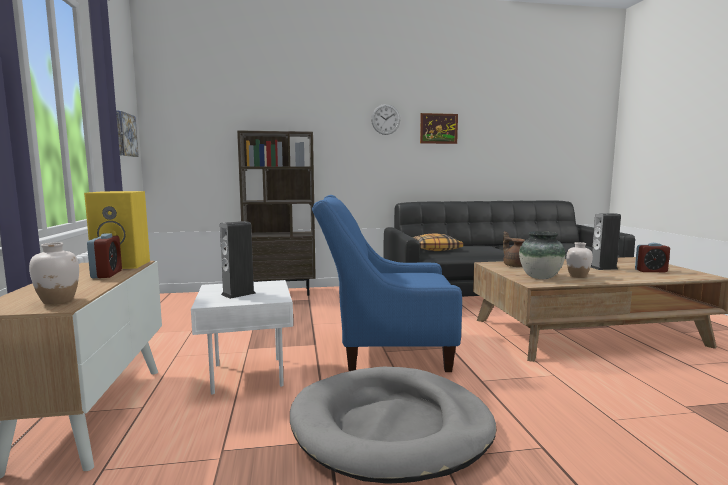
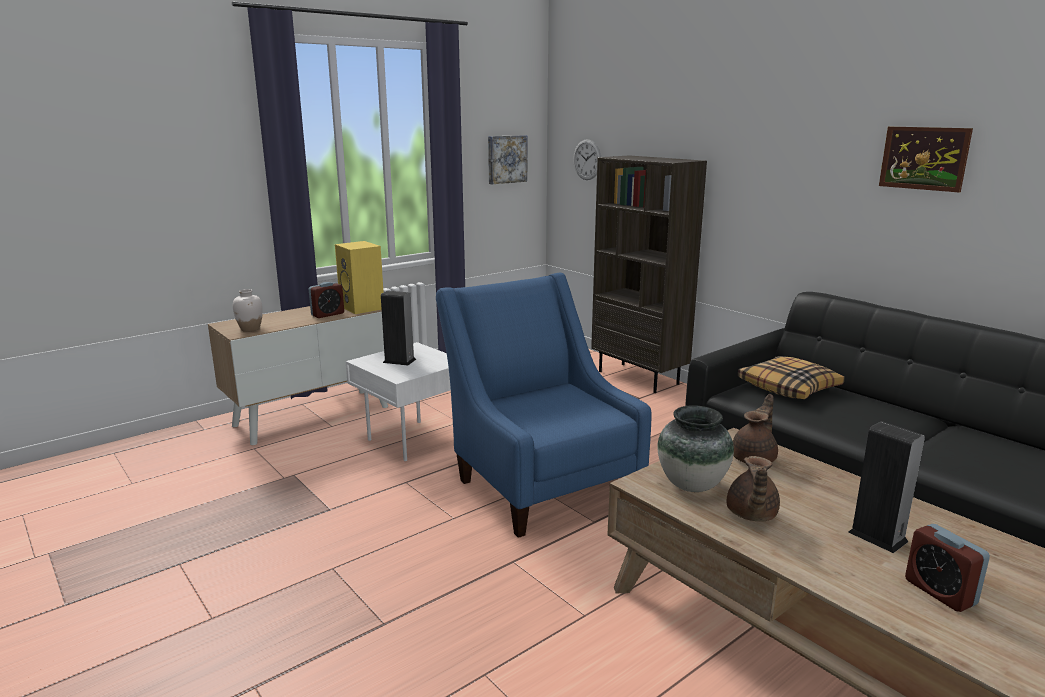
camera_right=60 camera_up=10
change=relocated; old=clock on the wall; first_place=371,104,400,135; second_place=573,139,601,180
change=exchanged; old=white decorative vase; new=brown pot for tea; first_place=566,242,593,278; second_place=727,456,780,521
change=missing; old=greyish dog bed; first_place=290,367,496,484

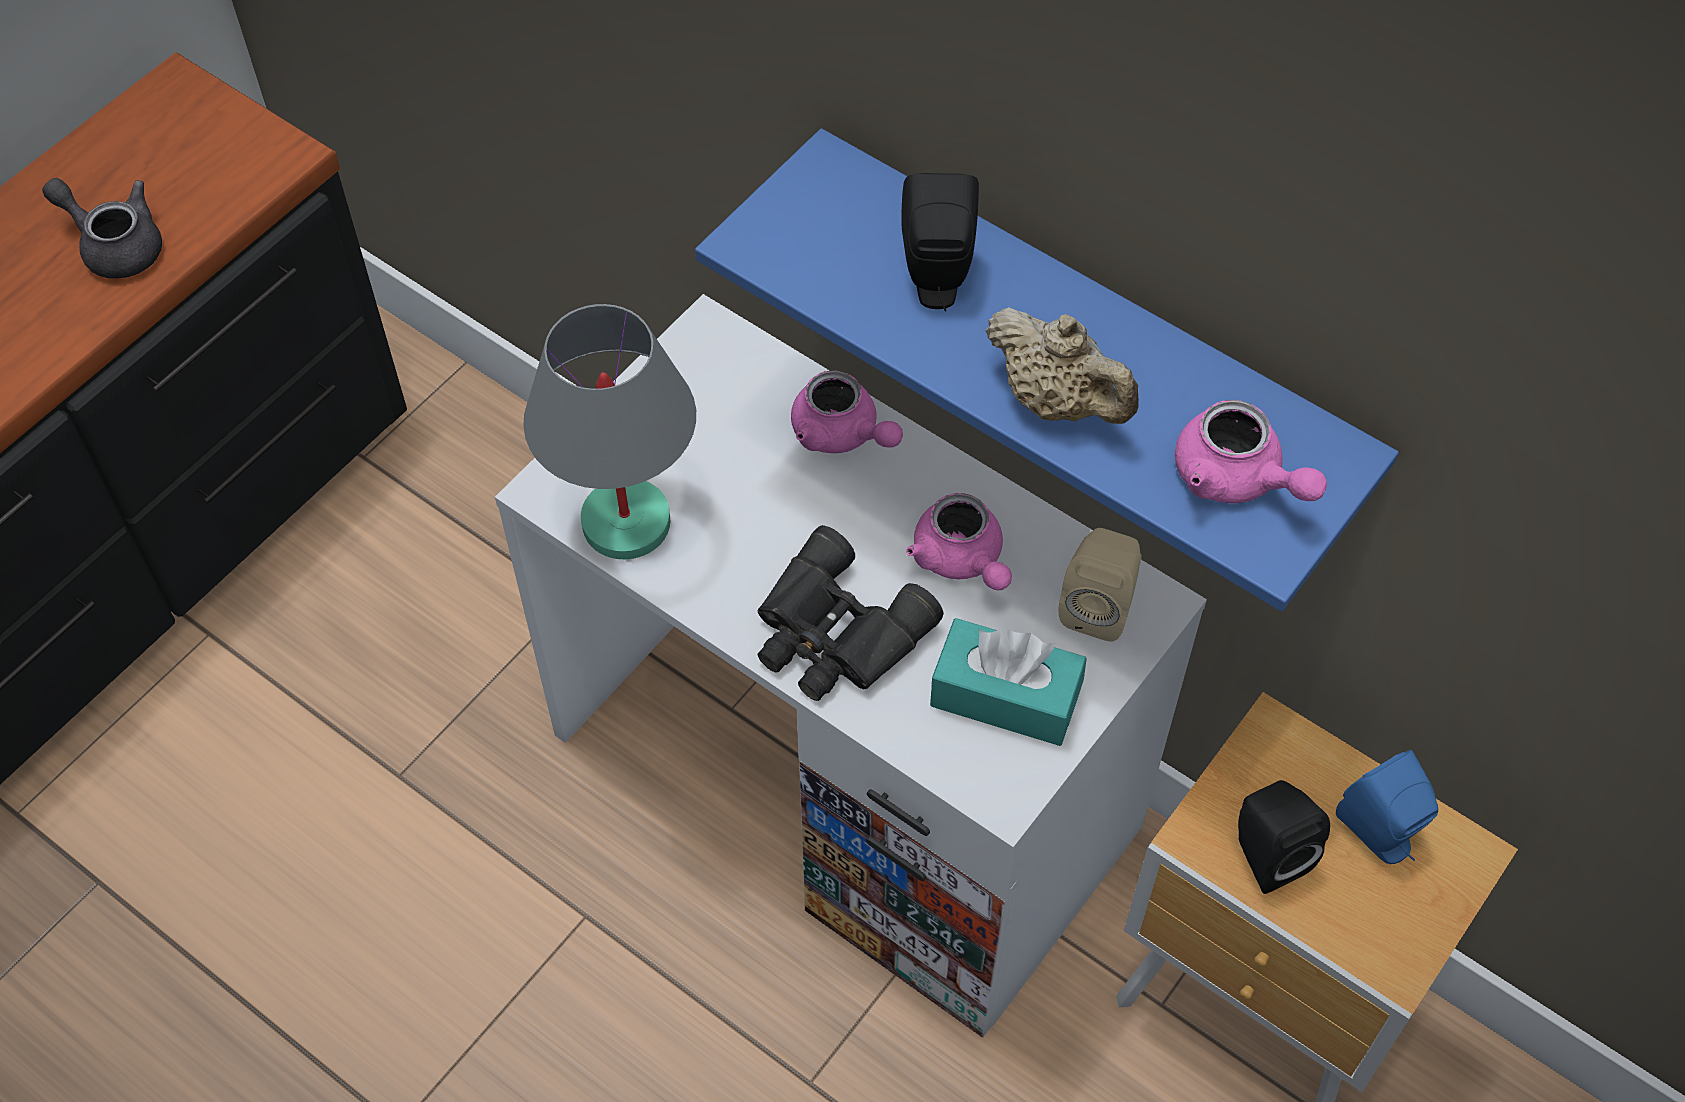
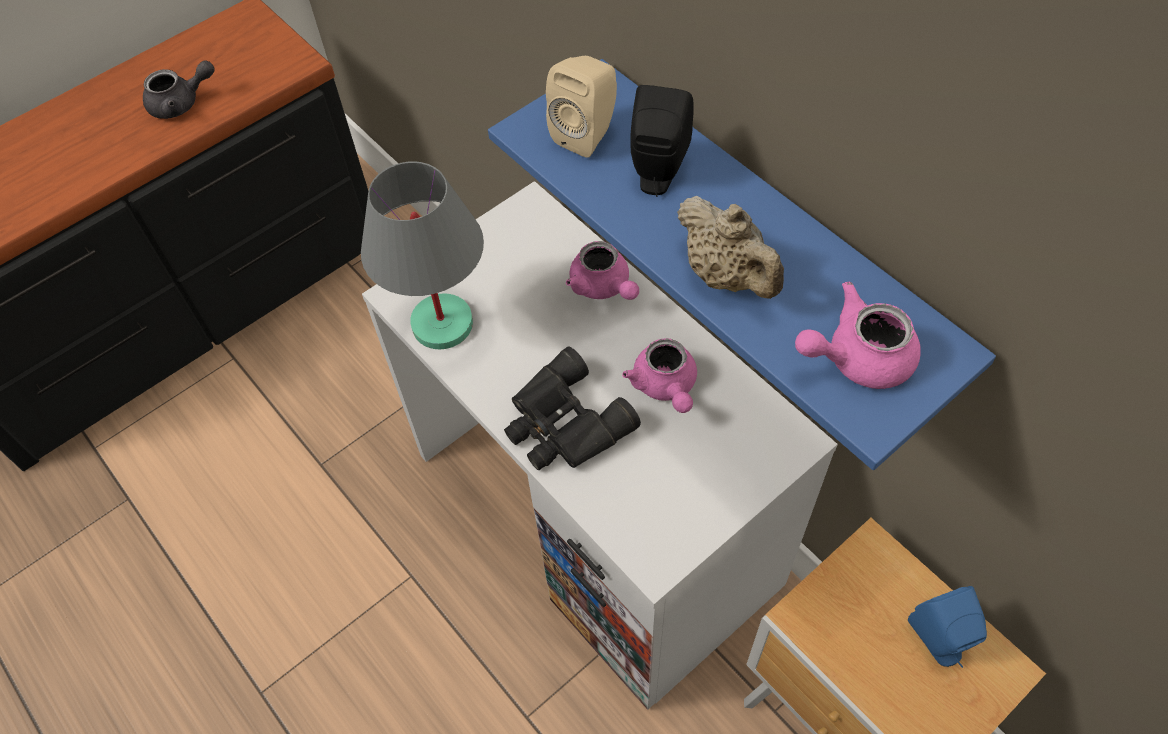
camera_right=15 camera_up=0
change=spun; old=greyish pot for tea; first_place=42,178,162,279; second_place=143,61,215,119; degrees=120
change=relocated; old=beige-coloured loudspeaker; first_place=1058,528,1142,642; second_place=546,56,617,158
change=spun; old=pink pot for tea; first_place=1175,400,1327,503; second_place=795,282,921,389; degrees=105
change=missing; old=turquoise tissue box; first_place=930,618,1087,746
change=missing; old=blackish loudspeaker; first_place=1238,780,1330,894

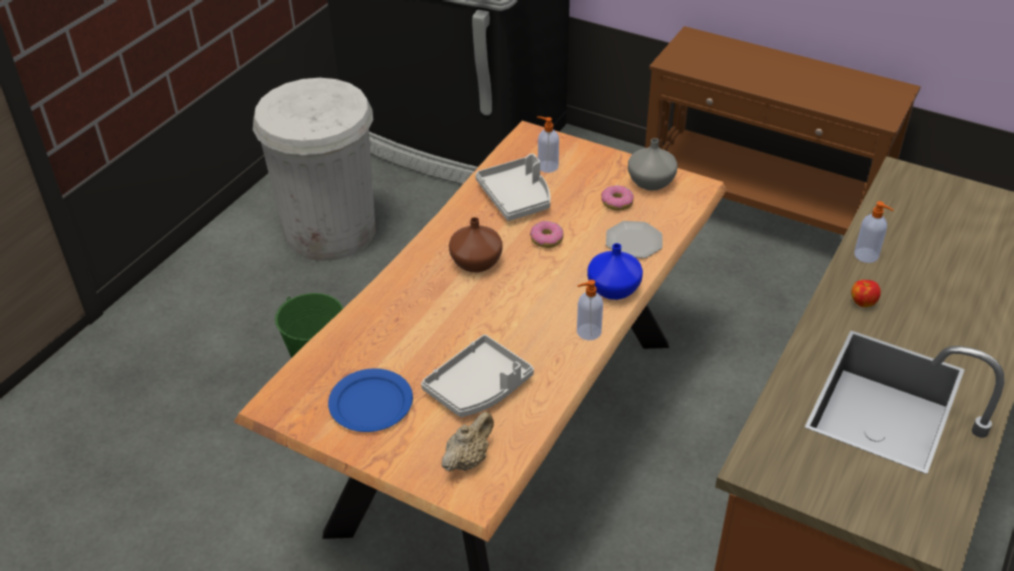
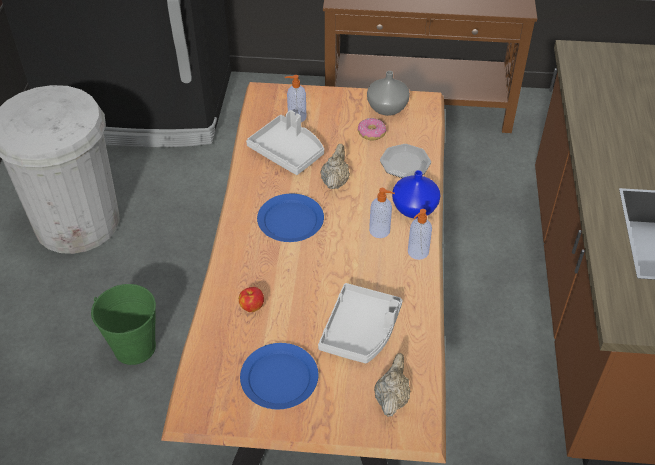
camera_right=-25 camera_up=5
change=relocated; old=apple fruit; first_place=851,280,881,307; second_place=239,287,264,312
change=exchanged; old=brown decorative vase; new=blue dinner plate; first_place=449,217,503,272; second_place=257,193,324,242
change=exchanged; old=doughnut; new=beige-coloured pot for tea; first_place=530,221,564,248; second_place=321,144,350,189
change=relocated; old=liquid soap bottle; first_place=854,201,893,263; second_place=369,188,395,238

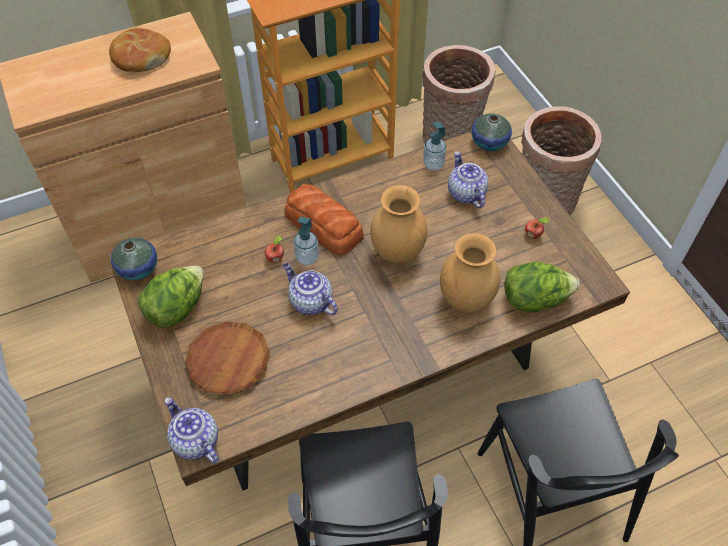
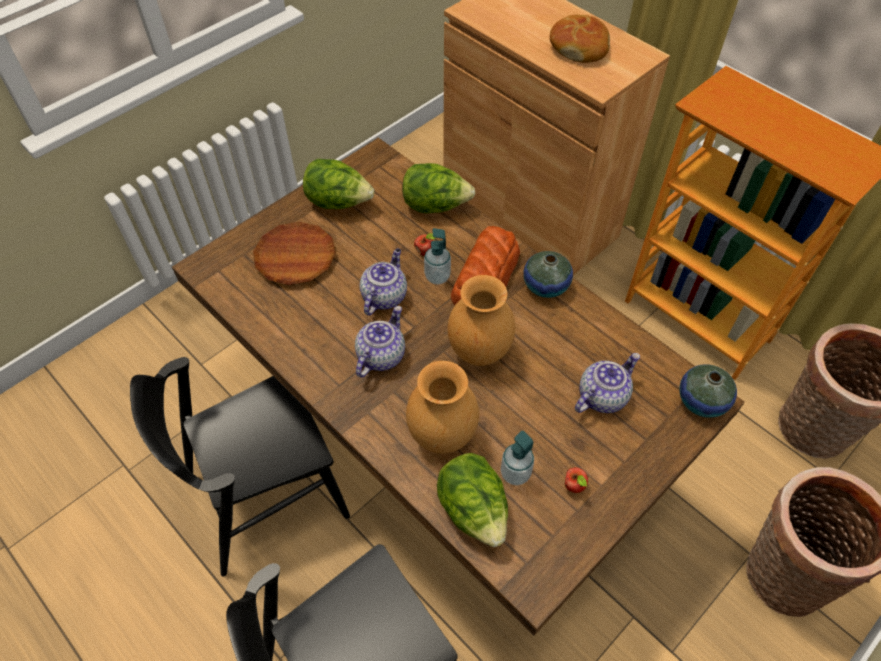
camera_right=70 camera_up=0
change=relocated; old=pot for tea; first_place=165,397,219,464; second_place=355,306,405,378
change=appeared; new=head of lettuce; second_place=402,163,475,214
change=relocated; old=liquid soap bottle; first_place=423,121,446,170; second_place=500,431,534,486
change=relocated; old=decorative vase; first_place=111,237,157,280; second_place=523,251,573,298

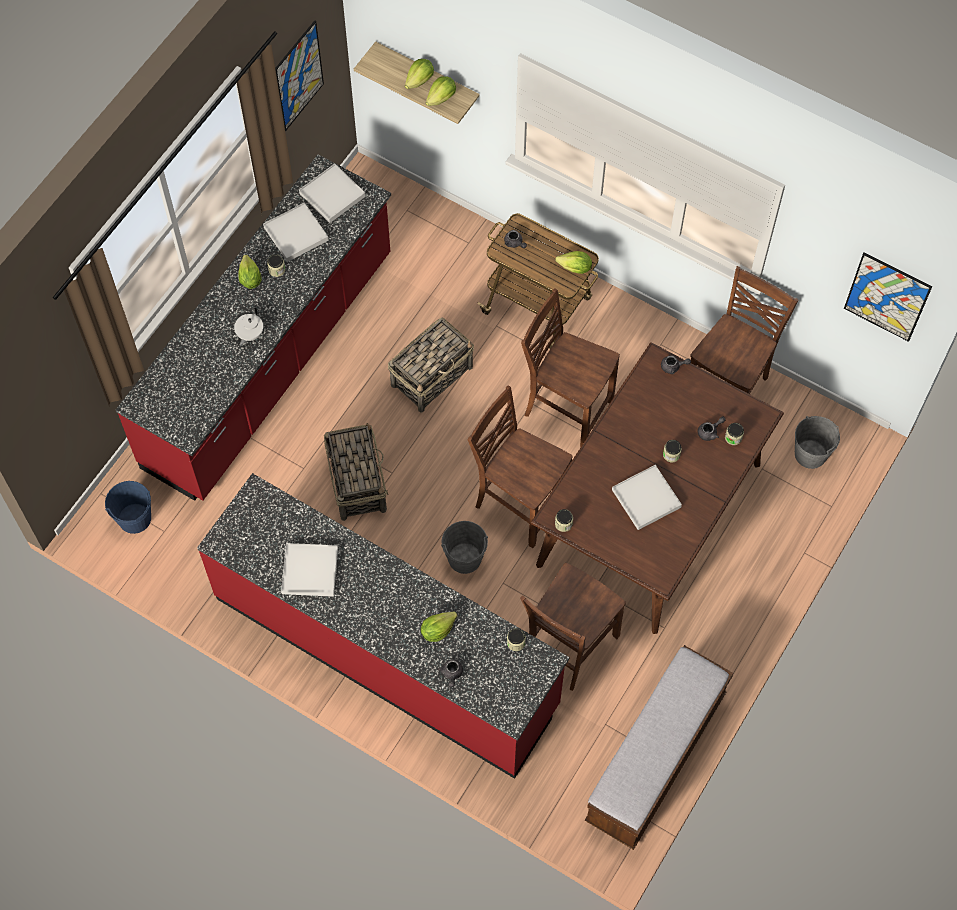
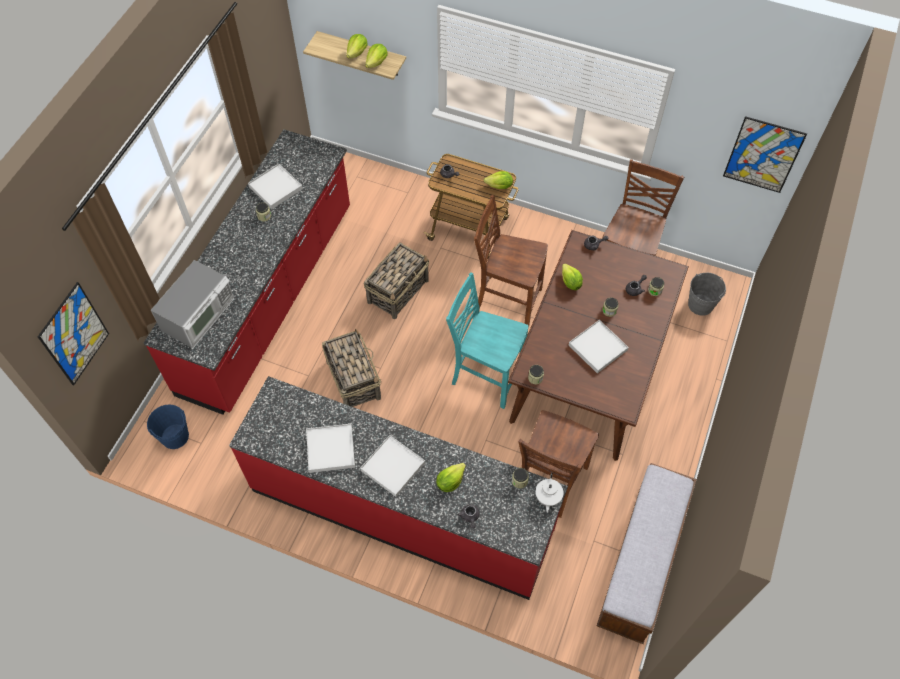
camera_right=-10 camera_up=-5
change=relocated; old=wall picture; first_place=275,20,324,131; second_place=38,282,109,385
change=appeared; new=kitchen microwave; second_place=151,260,234,348
change=relocated; old=white carrying tray; first_place=299,164,366,223; second_place=360,435,425,497
change=colour; old=brown chair; new=turquoise chair; first_place=468,385,572,548; second_place=446,272,529,409
change=relocated; old=white pot for tea; first_place=234,307,263,346; second_place=536,473,563,513
change=relocated; old=head of lettuce; first_place=238,255,262,289; second_place=562,264,583,290
change=missing; old=greyish pail; first_place=441,521,488,574

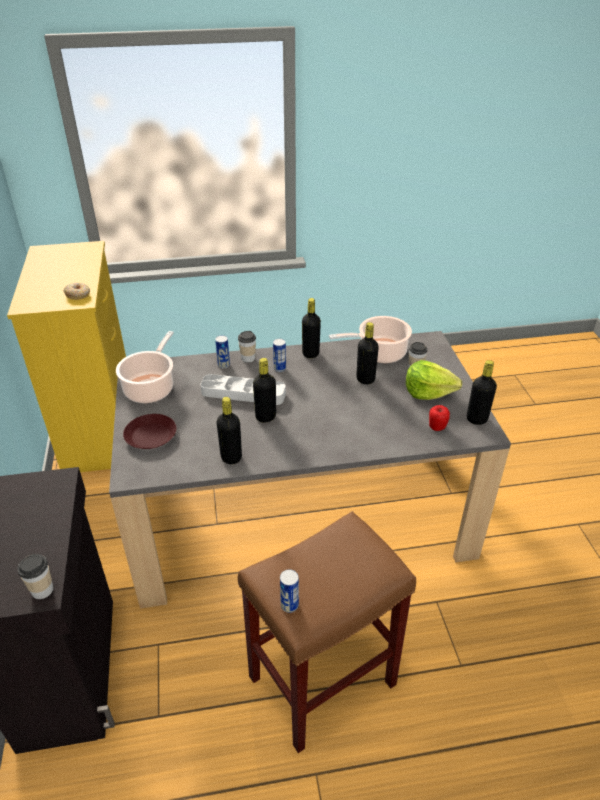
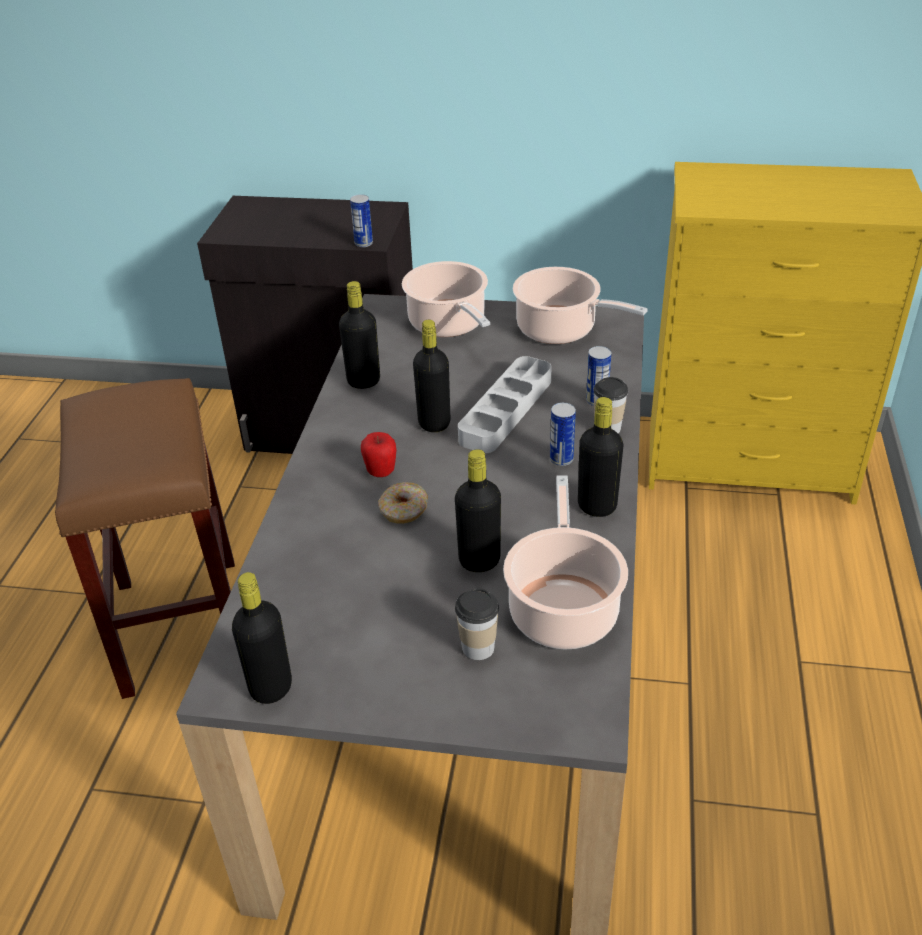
camera_right=110 camera_up=0
change=relocated; old=can; first_place=280,569,299,613; second_place=350,194,373,247
change=relocated; old=apple fruit; first_place=429,405,450,431; second_place=361,432,397,477
change=relocated; old=doughnut; first_place=63,283,90,300; second_place=378,482,428,524
change=exchanged; old=brown dinner plate; new=cooking pot; first_place=123,414,177,449; second_place=402,261,490,337
change=missing; old=small cup; first_place=17,554,53,599
change=missing; old=head of lettuce; first_place=406,360,462,400

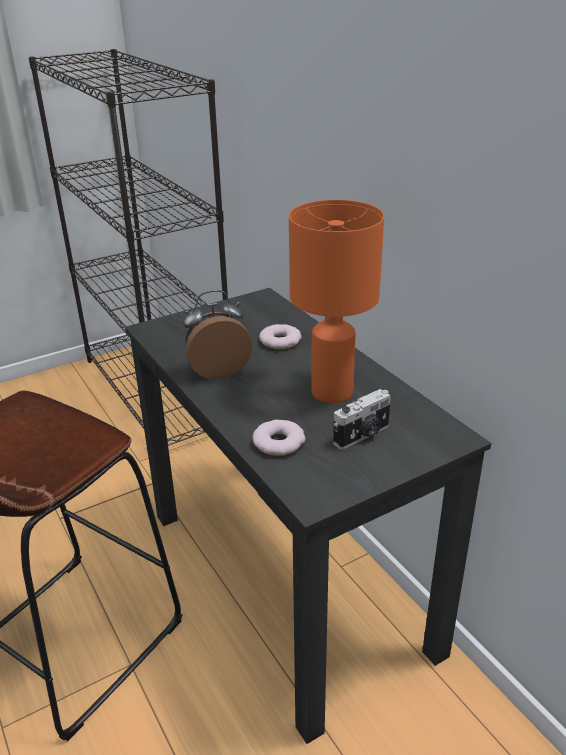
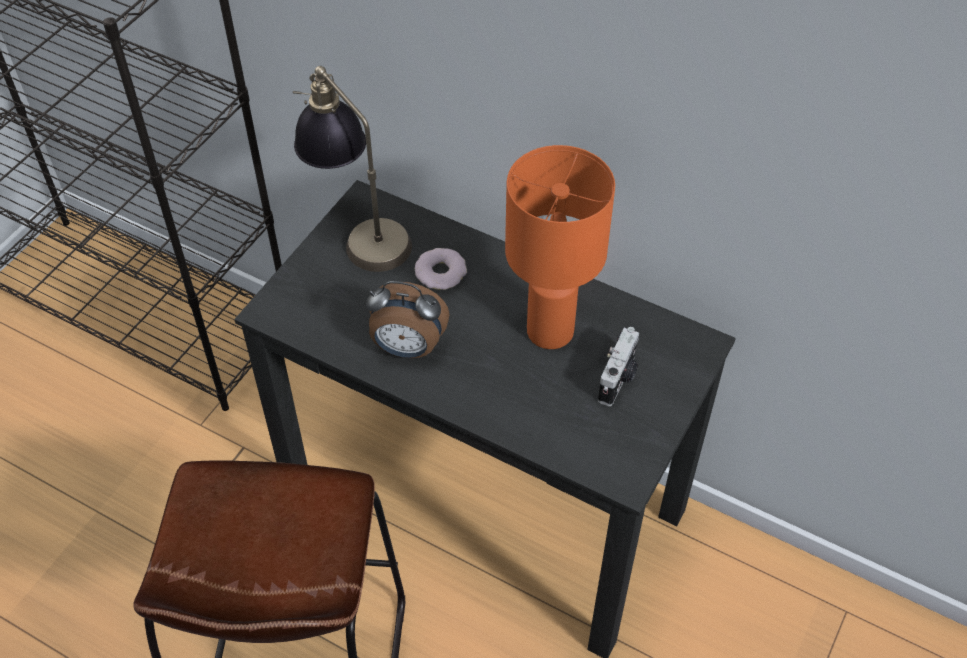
camera_right=-30 camera_up=20
change=appeared; new=tabletop lamp; second_place=293,66,412,272
change=spun; old=alarm clock; first_place=183,290,253,380; second_place=366,281,450,358; degrees=-120
change=missing; old=doughnut; first_place=253,420,305,456

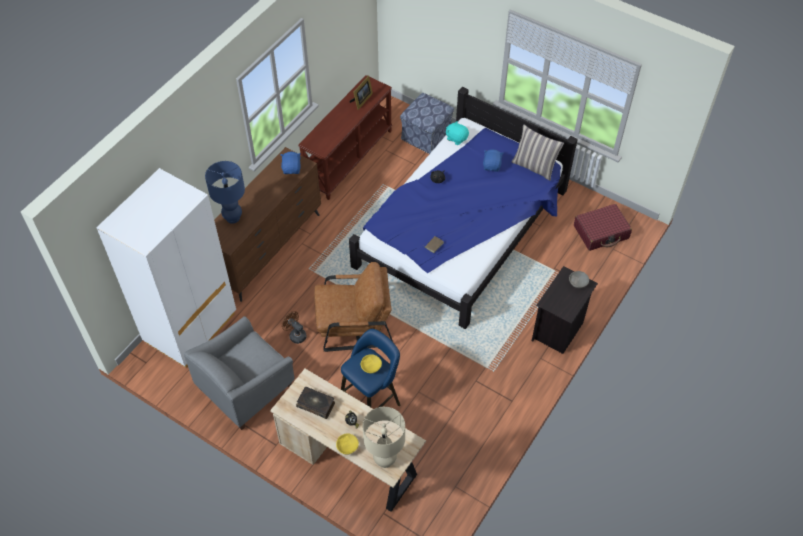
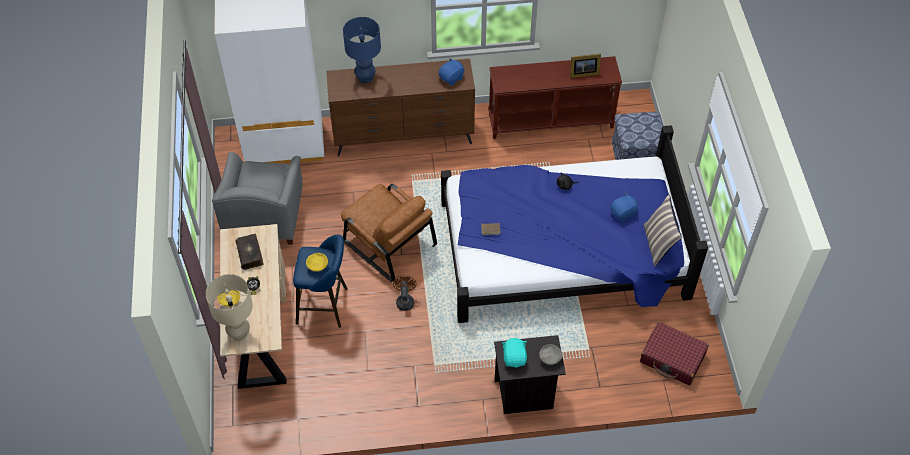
camera_right=50 camera_up=0
change=spun; old=greyish armchair; first_place=184,316,295,430; second_place=212,152,302,245; degrees=-90
change=relocated; old=brown electric fan; first_place=282,311,307,344; second_place=393,276,417,311
change=relocated; old=turquoise soft toy; first_place=446,121,469,145; second_place=502,338,527,368

